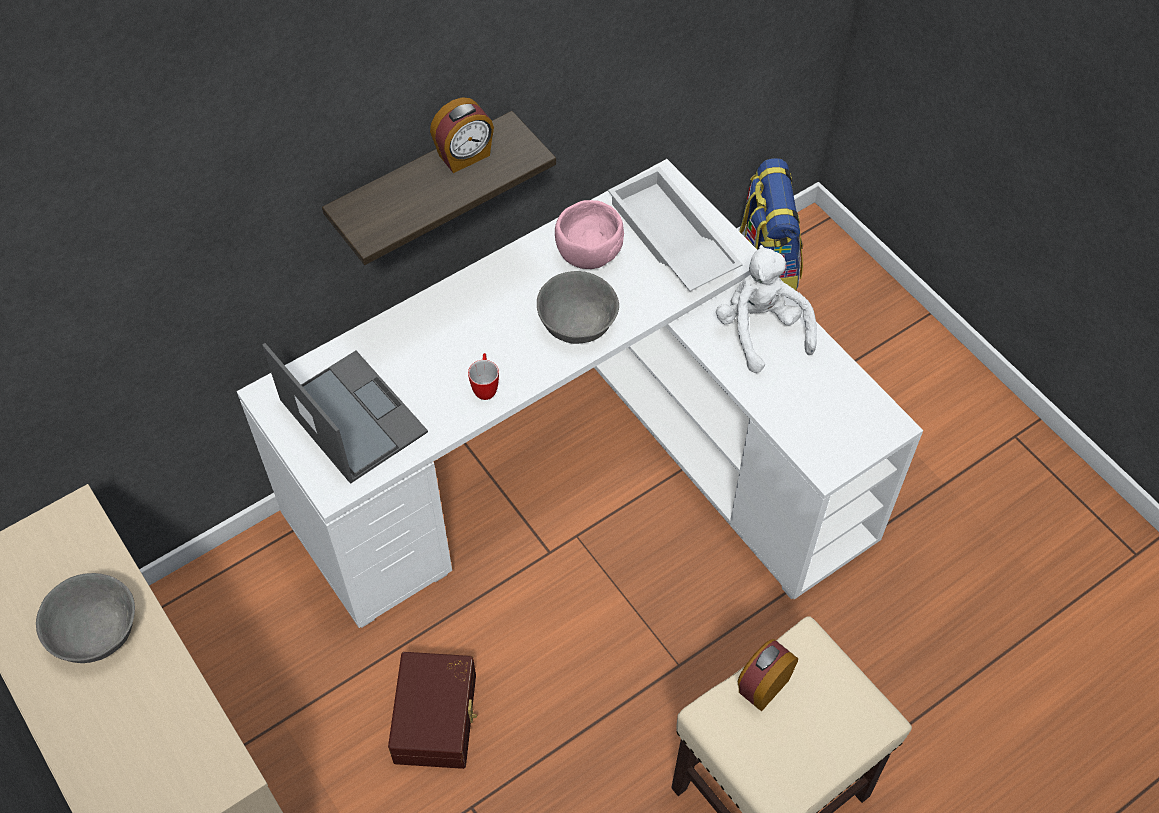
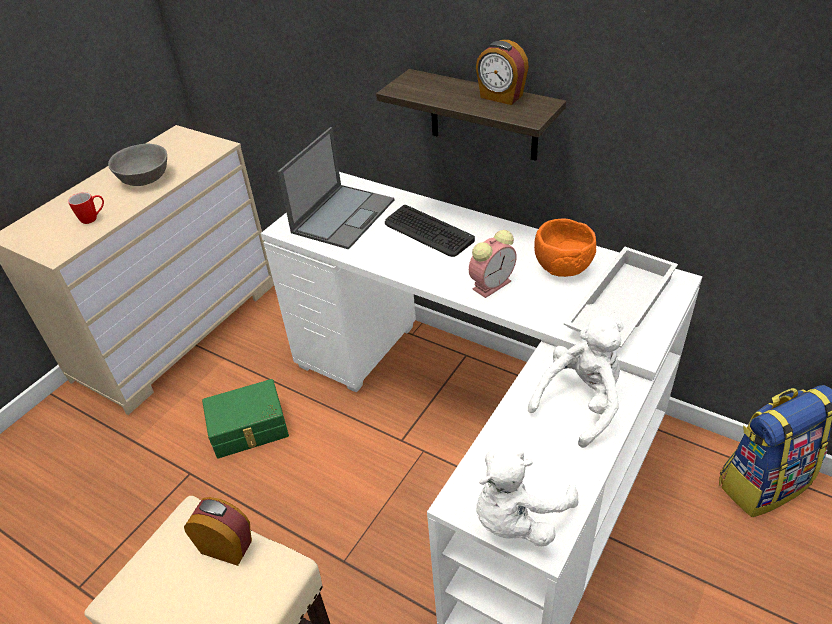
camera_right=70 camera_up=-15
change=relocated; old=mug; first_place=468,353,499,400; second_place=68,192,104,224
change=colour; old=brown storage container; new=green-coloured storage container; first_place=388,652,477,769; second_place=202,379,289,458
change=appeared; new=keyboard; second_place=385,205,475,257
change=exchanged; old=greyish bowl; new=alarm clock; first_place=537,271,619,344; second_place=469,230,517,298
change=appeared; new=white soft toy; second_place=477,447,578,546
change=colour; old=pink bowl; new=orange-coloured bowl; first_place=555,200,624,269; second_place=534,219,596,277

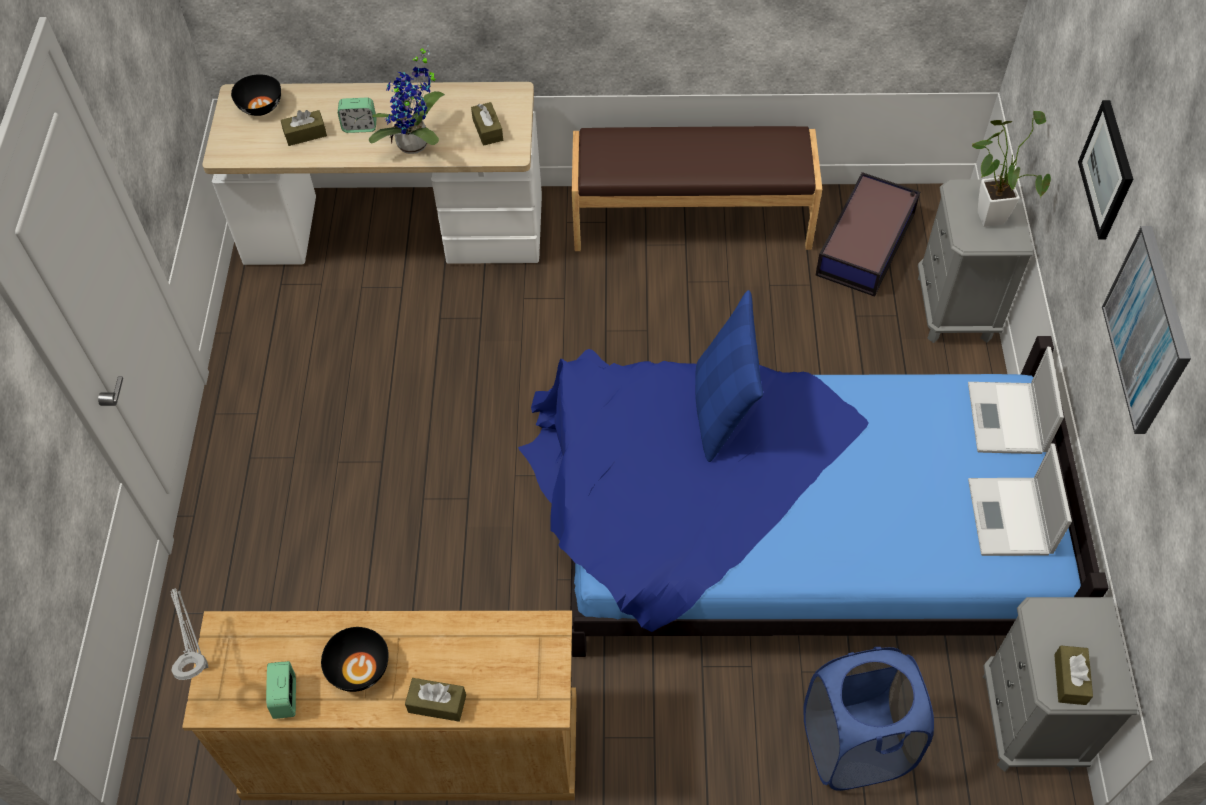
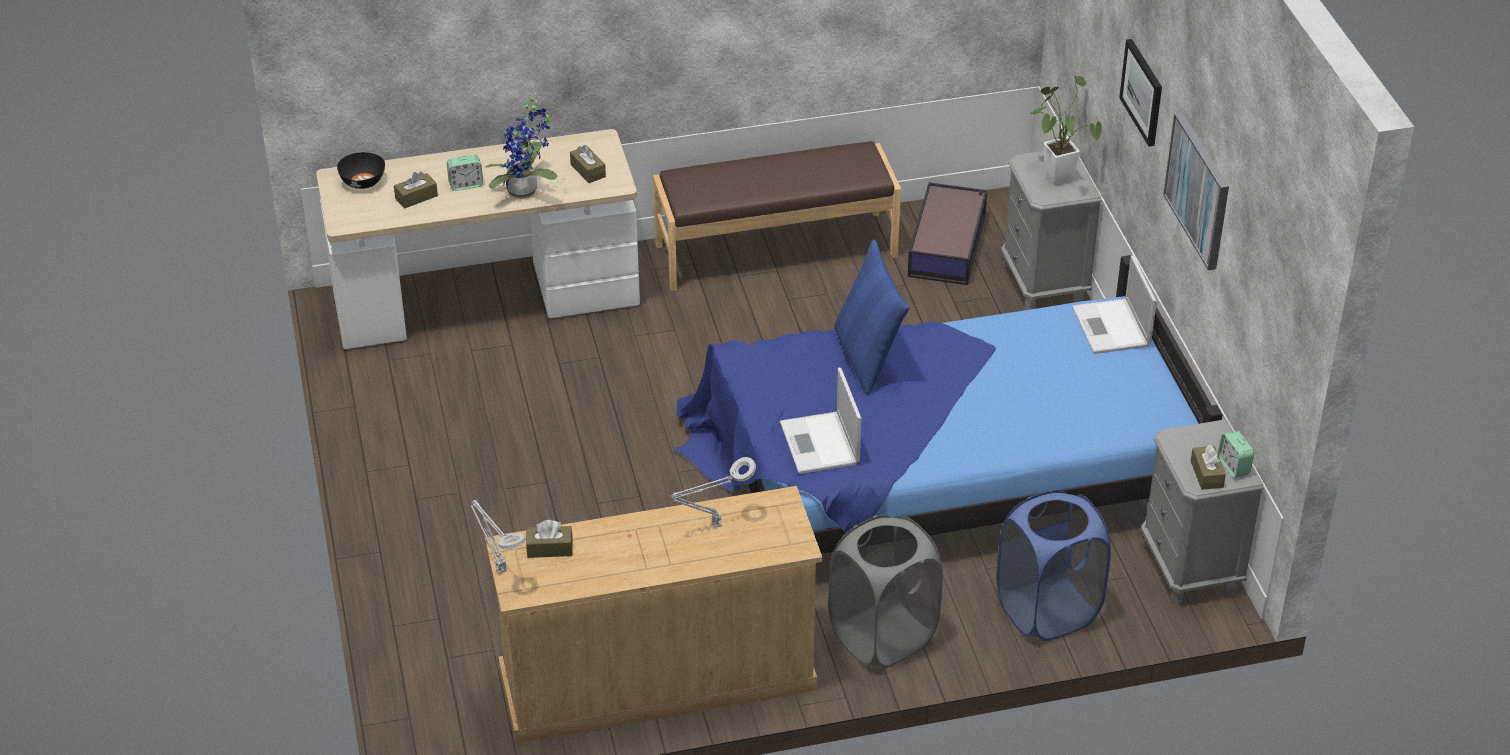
camera_right=-15 camera_up=-15
change=relocated; old=brown tissue box; first_place=405,678,466,722; second_place=526,520,573,558
change=appeared; new=greyish tabletop lamp; second_place=671,457,756,528
change=relocated; old=notebook computer; first_place=968,443,1072,556; second_place=780,368,862,474
change=appeared; new=greyish laundry basket; second_place=828,515,943,668
change=relocated; old=alarm clock; first_place=266,661,296,719; second_place=1218,431,1254,478
change=missing; old=blackish bowl; first_place=321,627,388,692

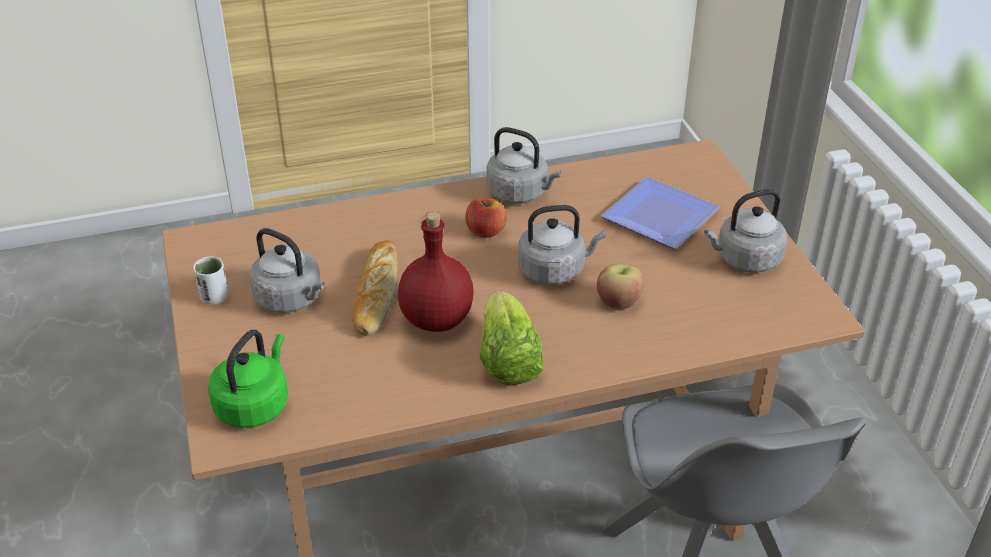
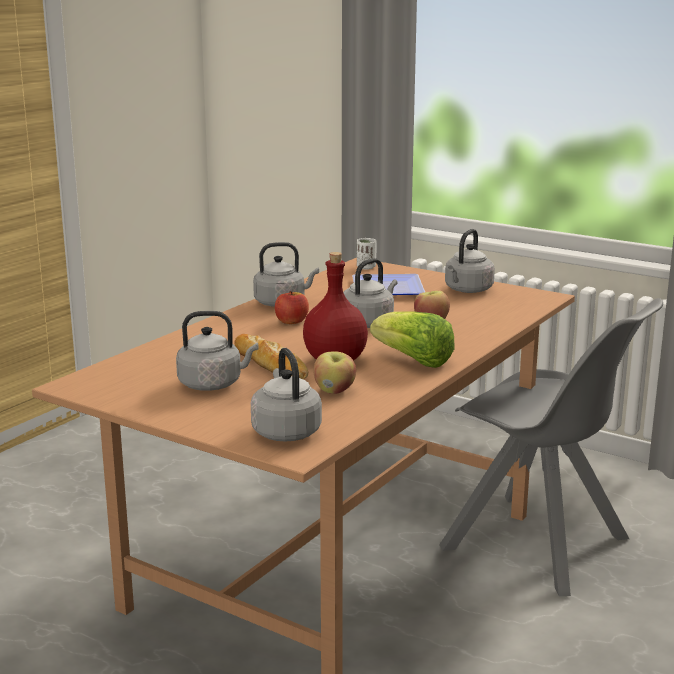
camera_right=-40 camera_up=-20
change=colour; old=green-coloured kettle; new=greyish kettle; first_place=208,330,288,428; second_place=251,348,322,441
change=appeared; new=apple fruit; second_place=314,351,356,394
change=relocated; old=white small cup; first_place=193,256,229,305; second_place=357,238,377,270

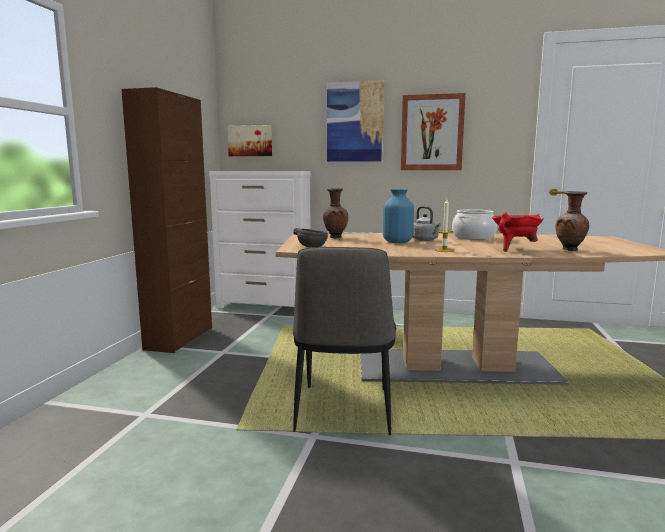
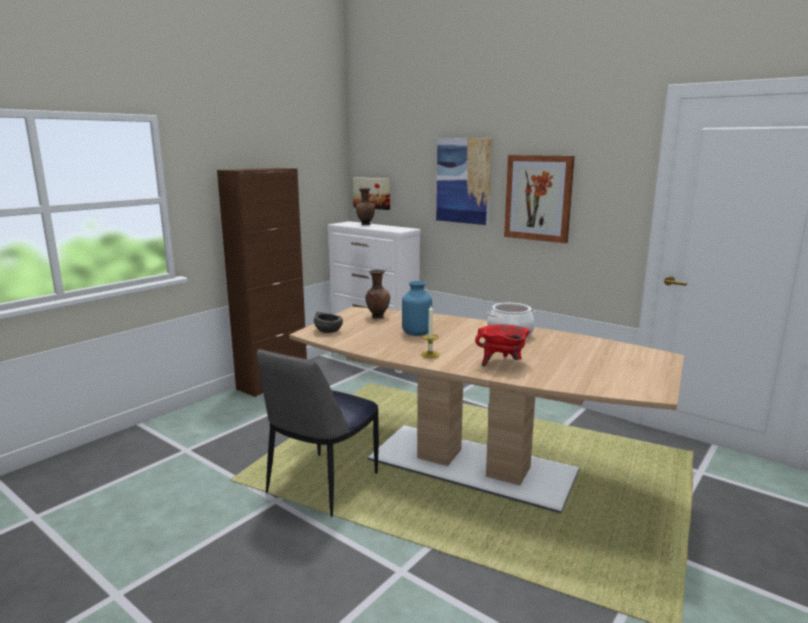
camera_right=25 camera_up=5
change=relocated; old=brown decorative vase; first_place=555,191,589,251; second_place=355,188,375,225
change=missing; old=greyish kettle; first_place=413,206,441,241

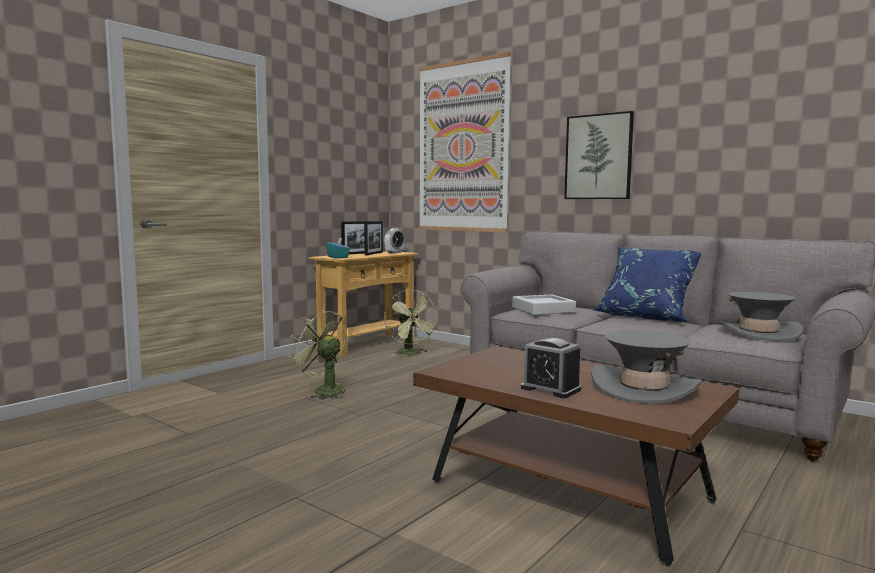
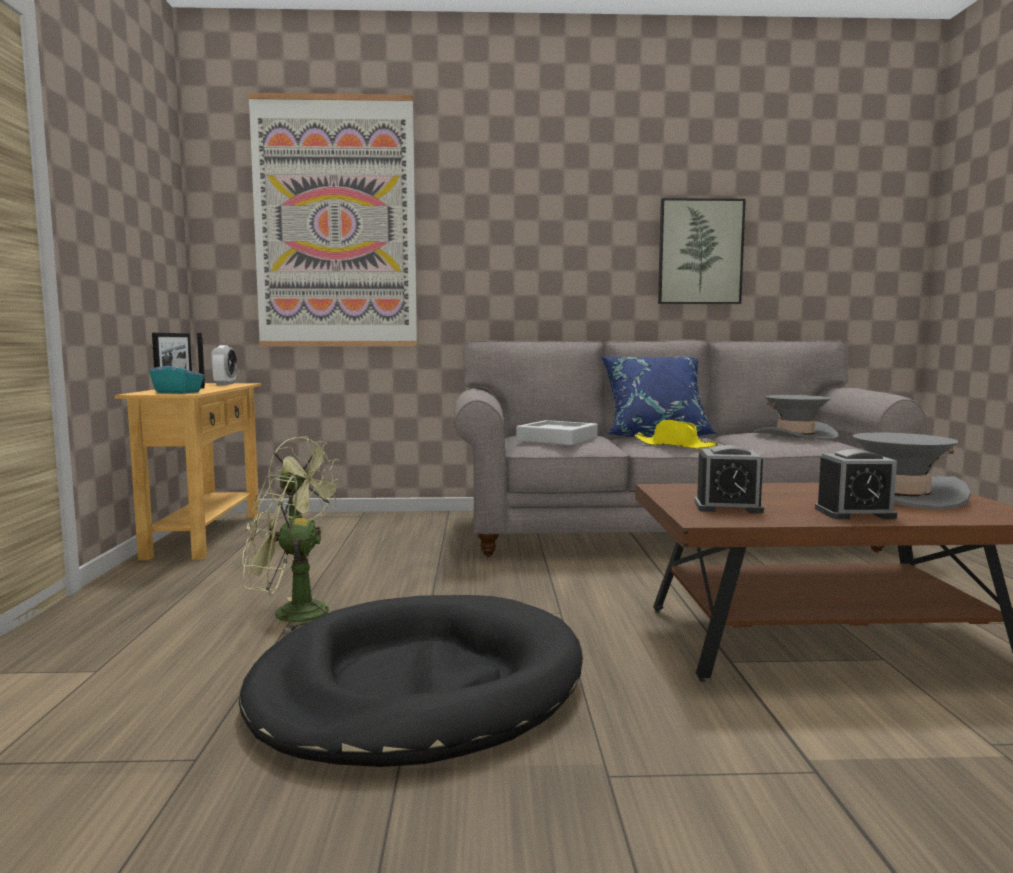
camera_right=-40 camera_up=0
change=appeared; new=blackish dog bed; second_place=239,595,583,767
change=appeared; new=yellow-coloured wearable hat; second_place=634,420,718,449
change=relocated; old=wall picture; first_place=564,111,634,199; second_place=658,198,746,304
change=appeared; new=alarm clock; second_place=695,445,764,513

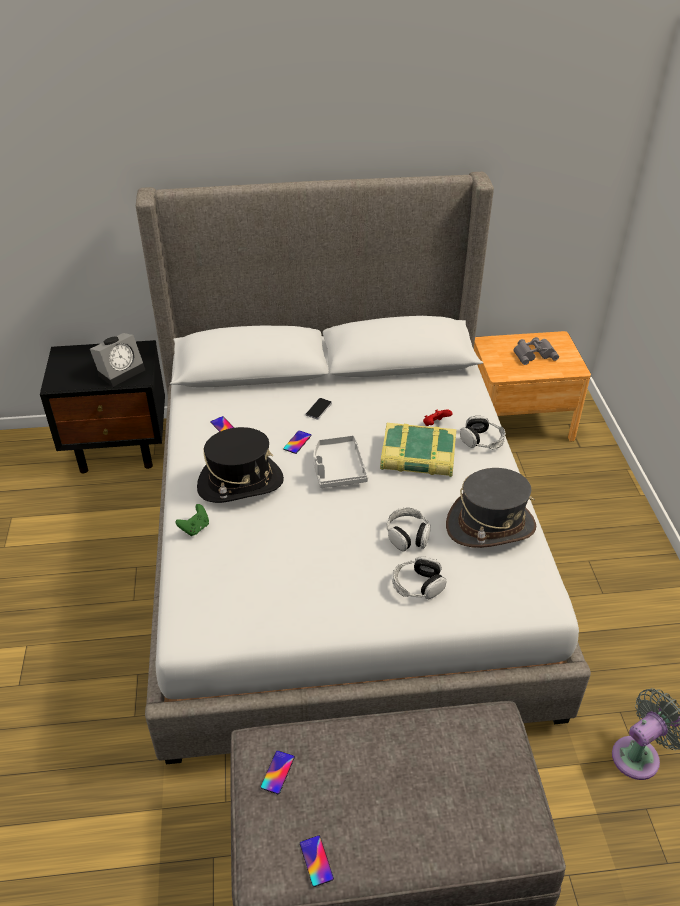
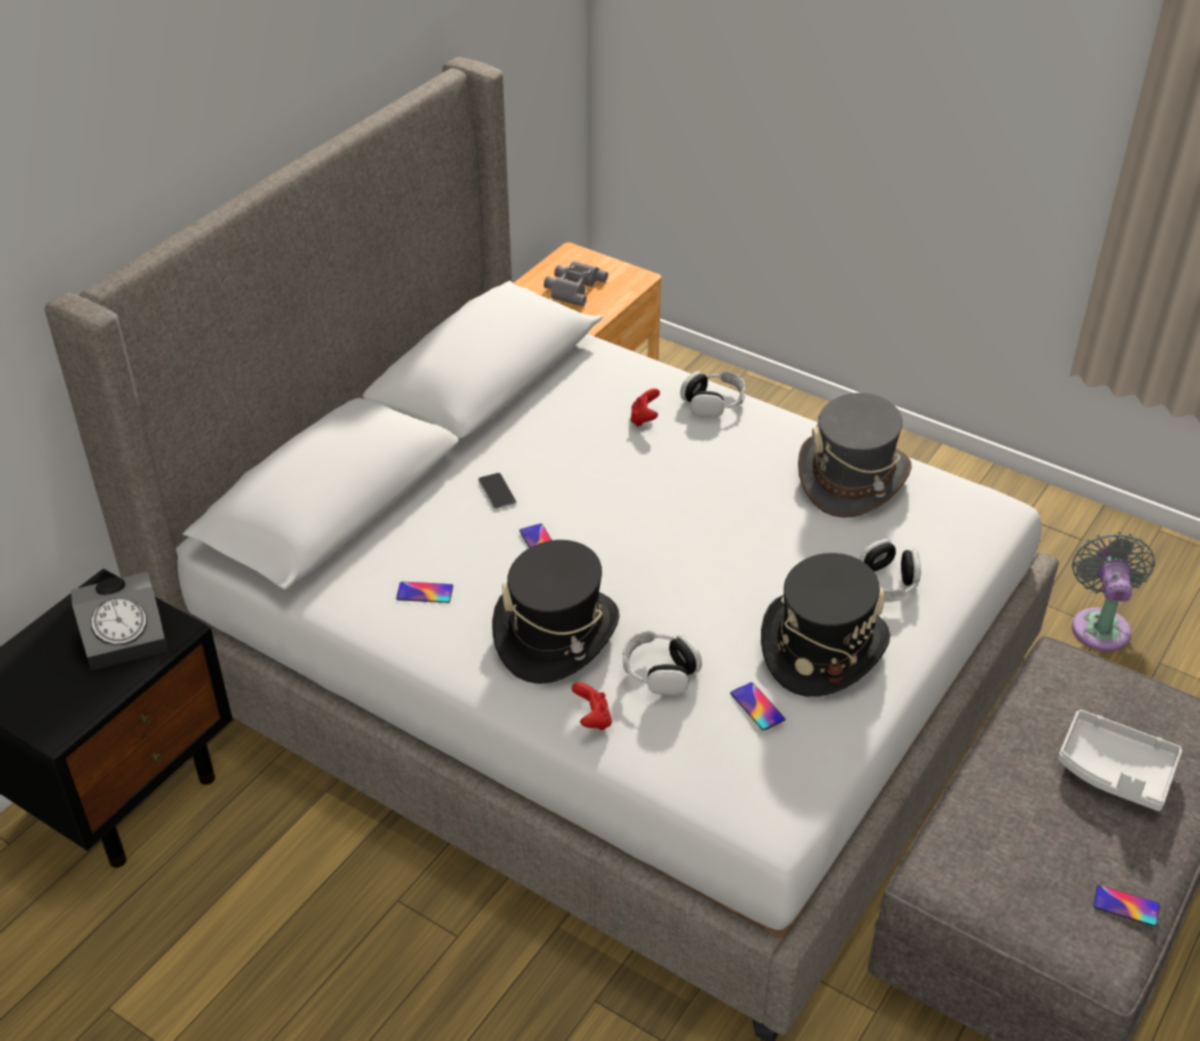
camera_right=-50 camera_up=0
change=spun; old=alarm clock; first_place=90,333,145,387; second_place=71,572,168,671; degrees=75
change=colour; old=green-coloured joypad; new=reddish joypad; first_place=175,504,209,536; second_place=572,682,612,730
change=relocated; old=headphones; first_place=386,508,431,551; second_place=623,630,702,695
change=relocated; old=telephone; first_place=261,750,295,794; second_place=730,682,785,730
change=appeared; new=blackish wearable hat; second_place=761,553,890,697
change=relocated; old=greyish carrying tray; first_place=313,435,368,488; second_place=1058,710,1182,811
change=missing; old=bound book; first_place=380,423,456,477

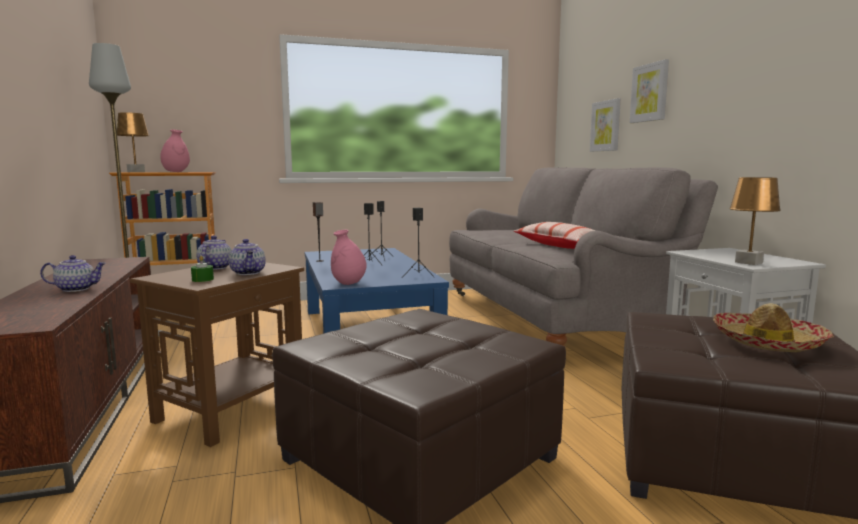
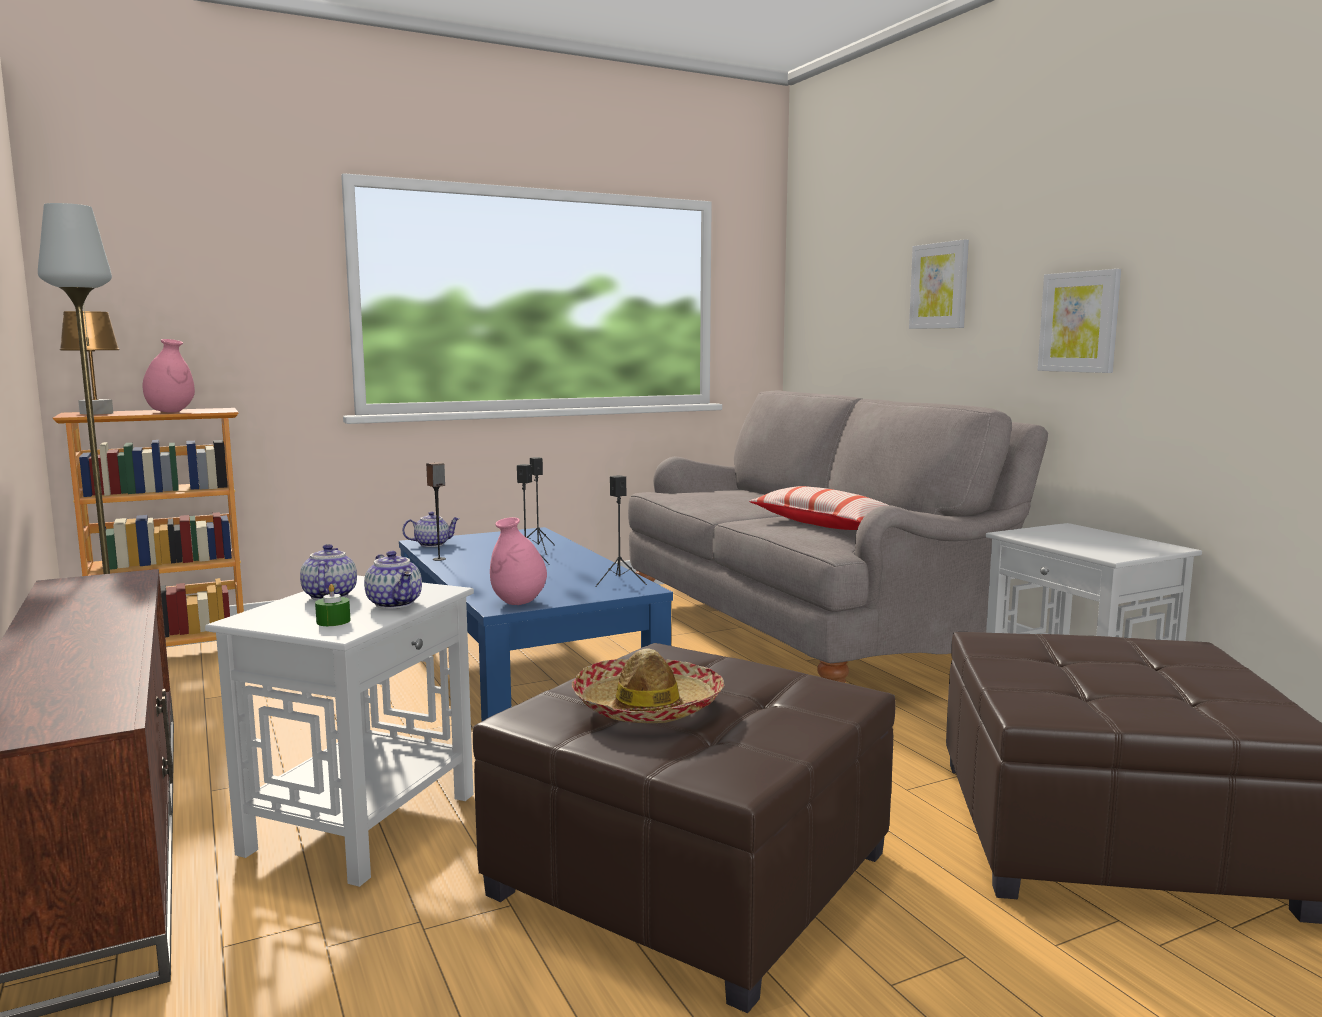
camera_right=-10 camera_up=0
change=colour; old=brown accent table; new=white accent table; first_place=130,262,304,447; second_place=205,576,474,887
change=relocated; old=pot for tea; first_place=40,255,106,292; second_place=402,511,460,547
change=relocated; old=wearable hat; first_place=713,303,833,352; second_place=572,648,724,723
change=relocated; old=wall picture; first_place=590,98,621,152; second_place=1038,269,1121,373
change=missing; old=brown tabletop lamp; first_place=729,177,781,265

